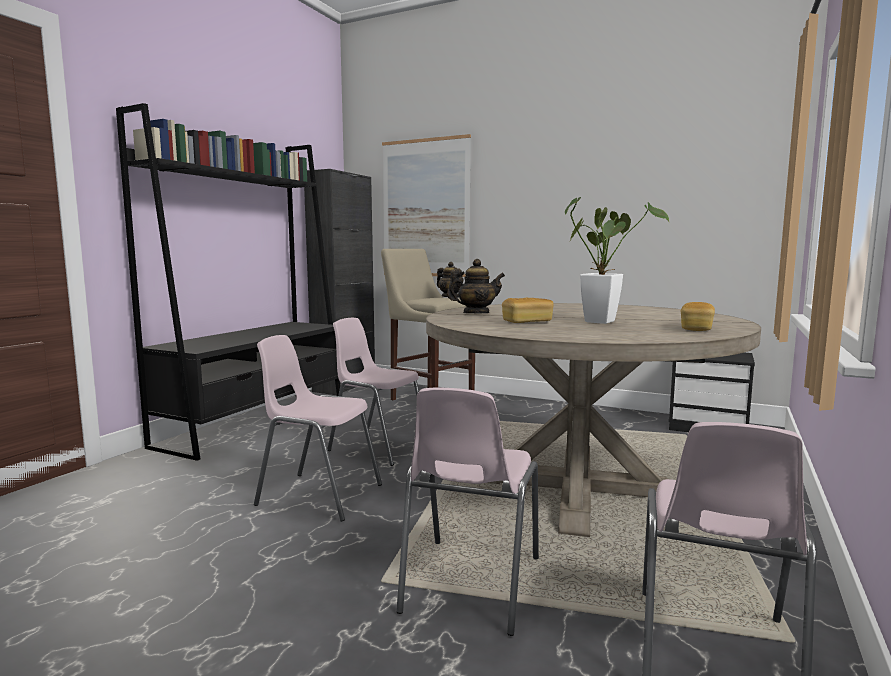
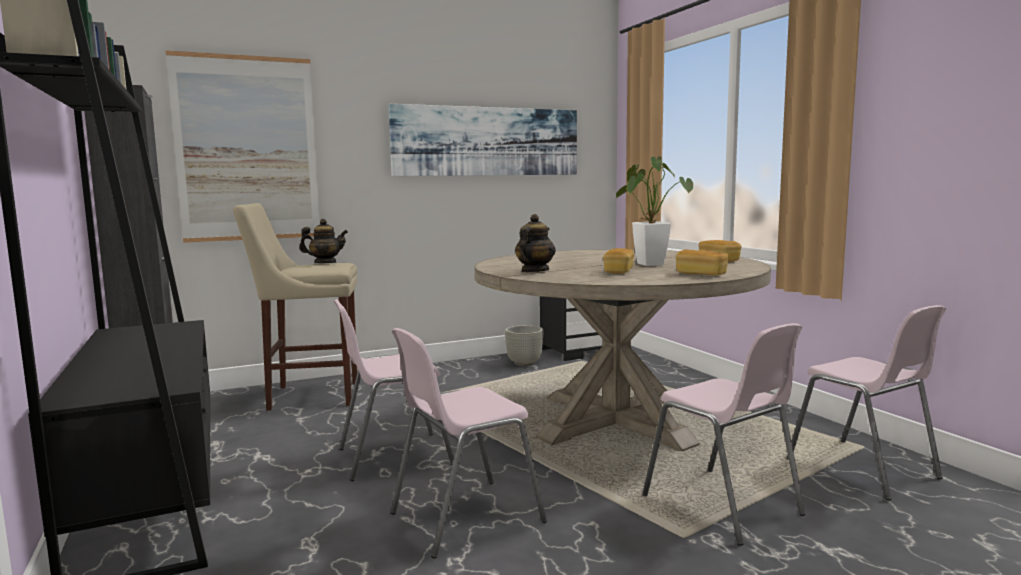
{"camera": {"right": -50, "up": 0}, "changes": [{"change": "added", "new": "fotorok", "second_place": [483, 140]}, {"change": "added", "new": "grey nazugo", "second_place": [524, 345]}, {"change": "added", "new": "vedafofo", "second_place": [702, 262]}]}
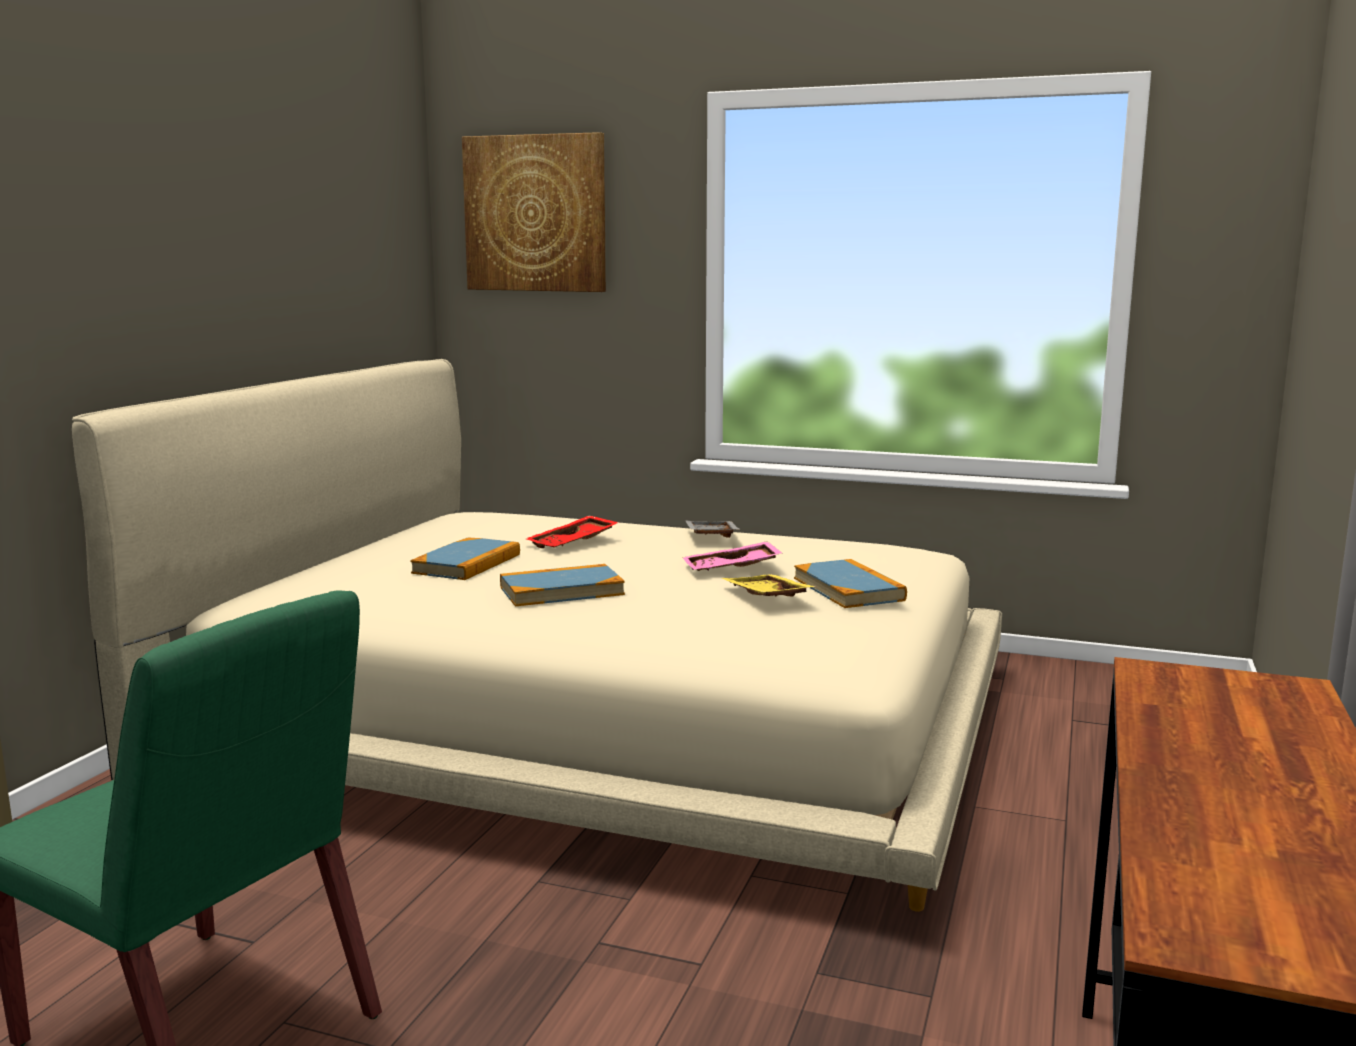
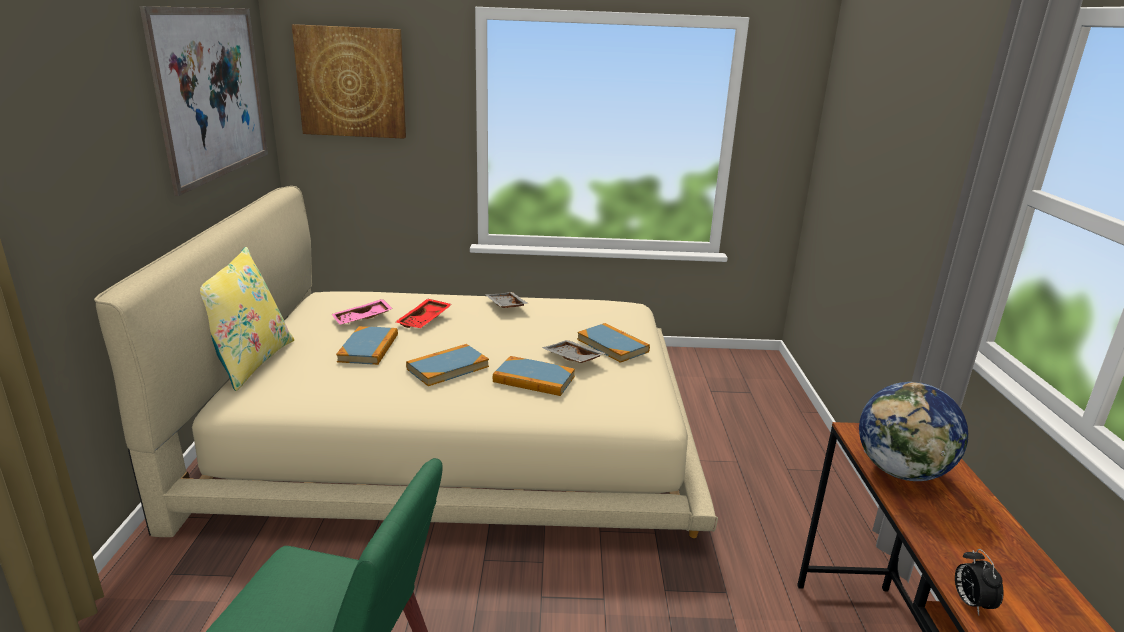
{"camera": {"right": -20, "up": 10}, "changes": [{"change": "moved", "old": "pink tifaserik", "first_place": [732, 556], "second_place": [362, 312]}, {"change": "recoloured", "old": "yellow tifaserik", "new": "grey tifaserik", "first_place": [768, 585], "second_place": [573, 351]}, {"change": "added", "new": "fotorok", "second_place": [204, 101]}, {"change": "added", "new": "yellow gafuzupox", "second_place": [247, 319]}, {"change": "added", "new": "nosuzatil", "second_place": [534, 376]}, {"change": "added", "new": "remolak", "second_place": [913, 431]}, {"change": "added", "new": "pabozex", "second_place": [979, 582]}]}
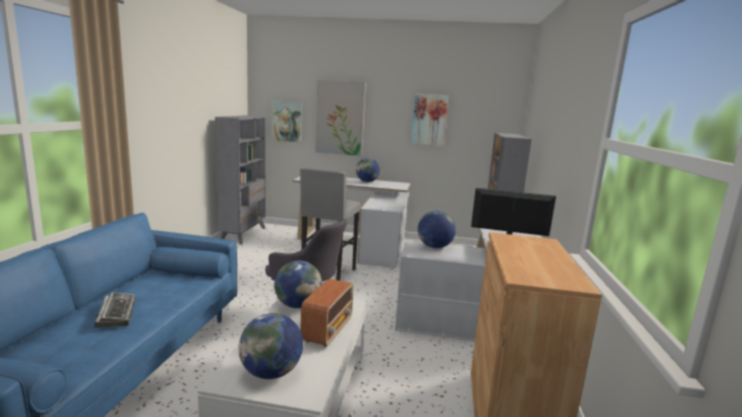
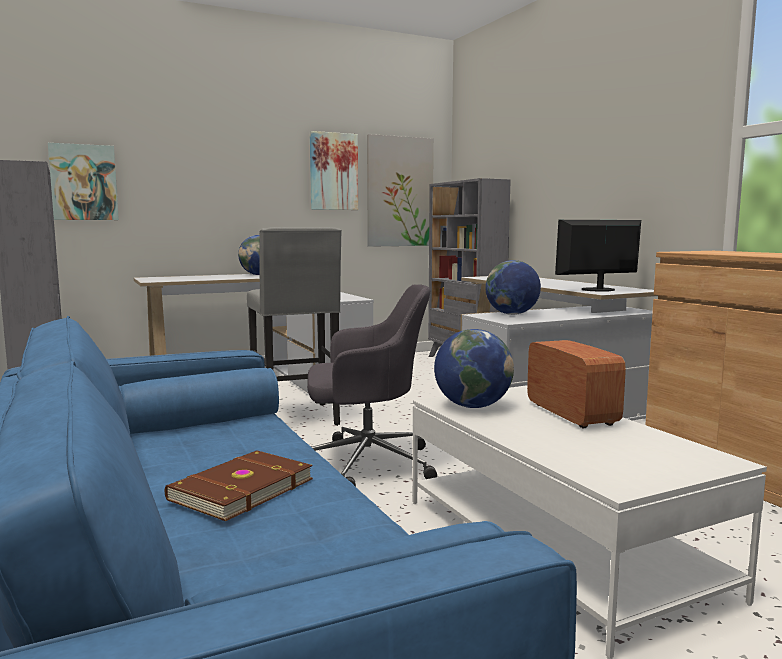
{"camera": {"right": -35, "up": -5}, "changes": [{"change": "replaced", "old": "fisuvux", "new": "brown nosuzatil", "first_place": [115, 310], "second_place": [239, 485]}, {"change": "removed", "old": "remolak", "first_place": [271, 346]}, {"change": "moved", "old": "fotorok", "first_place": [340, 118], "second_place": [400, 190]}]}
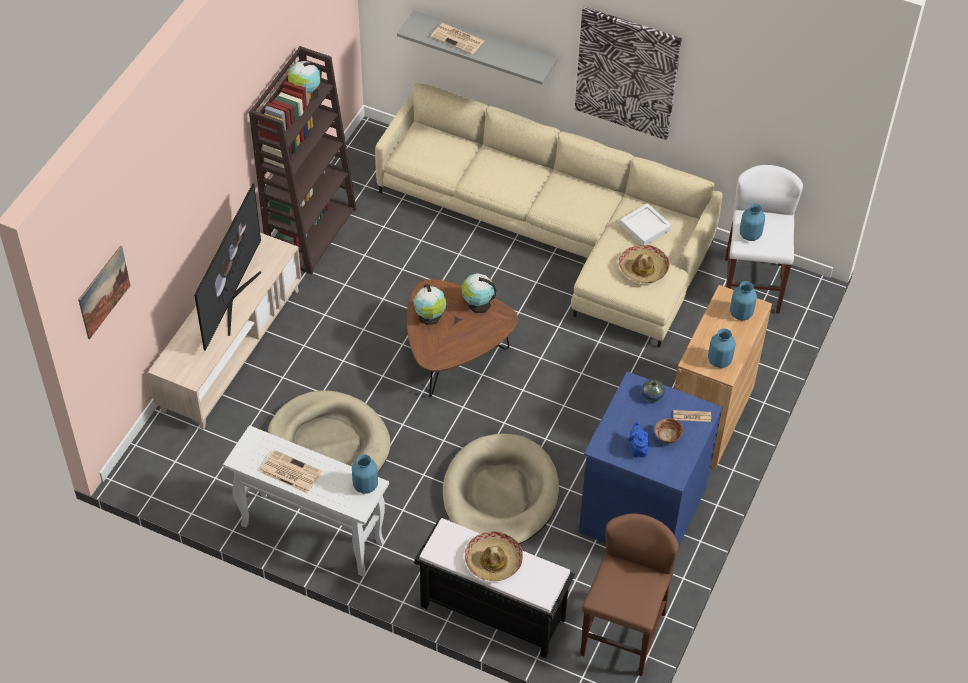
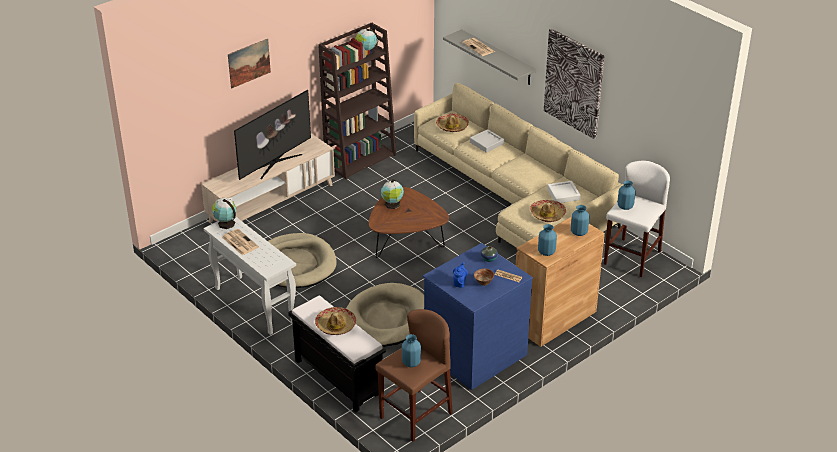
{"camera": {"right": 25, "up": -15}, "changes": [{"change": "moved", "old": "fotorok", "first_place": [104, 292], "second_place": [249, 63]}, {"change": "moved", "old": "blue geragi", "first_place": [365, 474], "second_place": [411, 350]}, {"change": "moved", "old": "remolak", "first_place": [479, 293], "second_place": [224, 213]}, {"change": "added", "new": "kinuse", "second_place": [452, 122]}, {"change": "added", "new": "grey tifaserik", "second_place": [487, 141]}]}
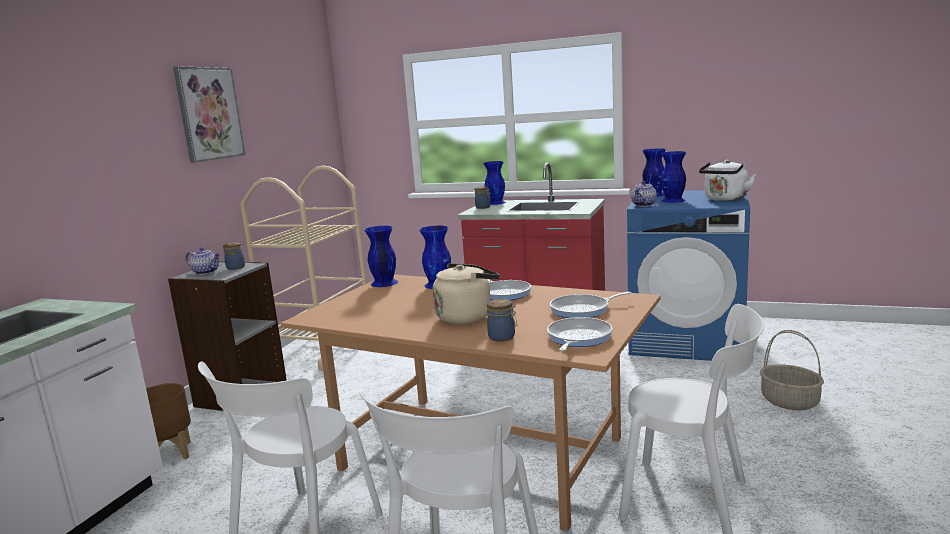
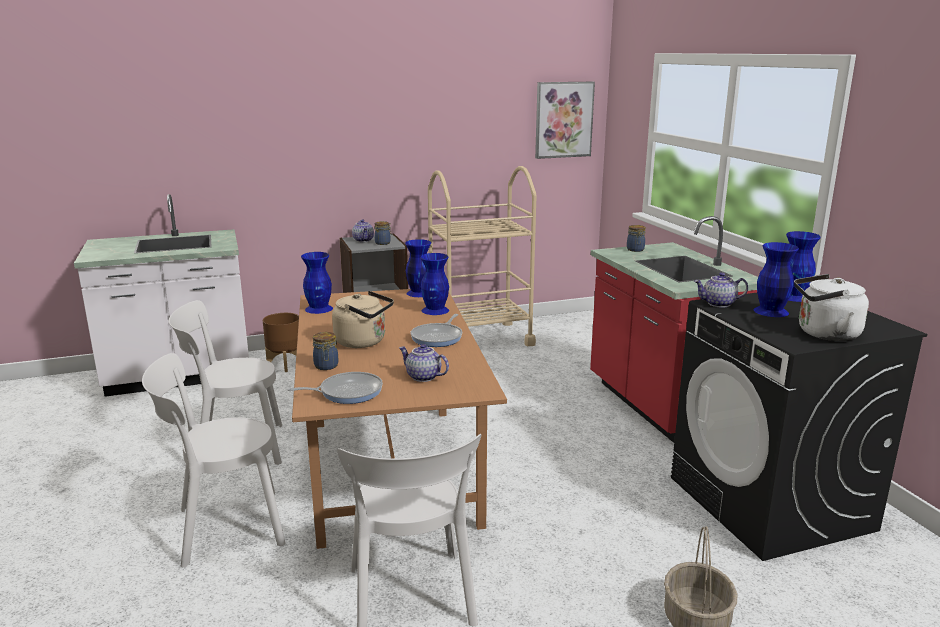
{"camera": {"right": 50, "up": 5}, "changes": [{"change": "moved", "old": "fotorok", "first_place": [209, 114], "second_place": [565, 120]}, {"change": "moved", "old": "blue geragi", "first_place": [494, 183], "second_place": [317, 283]}, {"change": "replaced", "old": "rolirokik", "new": "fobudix", "first_place": [590, 305], "second_place": [424, 363]}, {"change": "recoloured", "old": "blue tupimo", "new": "black tupimo", "first_place": [688, 275], "second_place": [799, 427]}]}
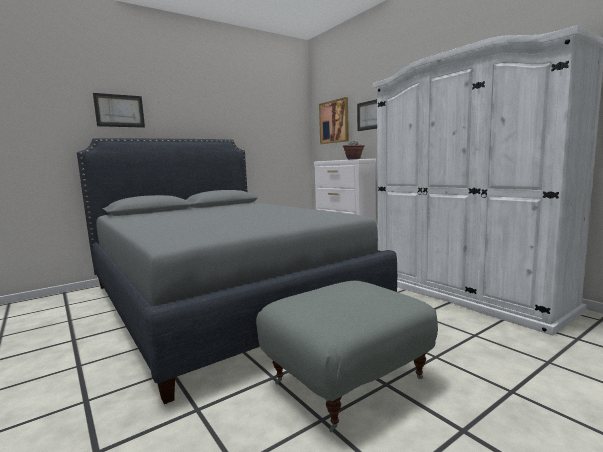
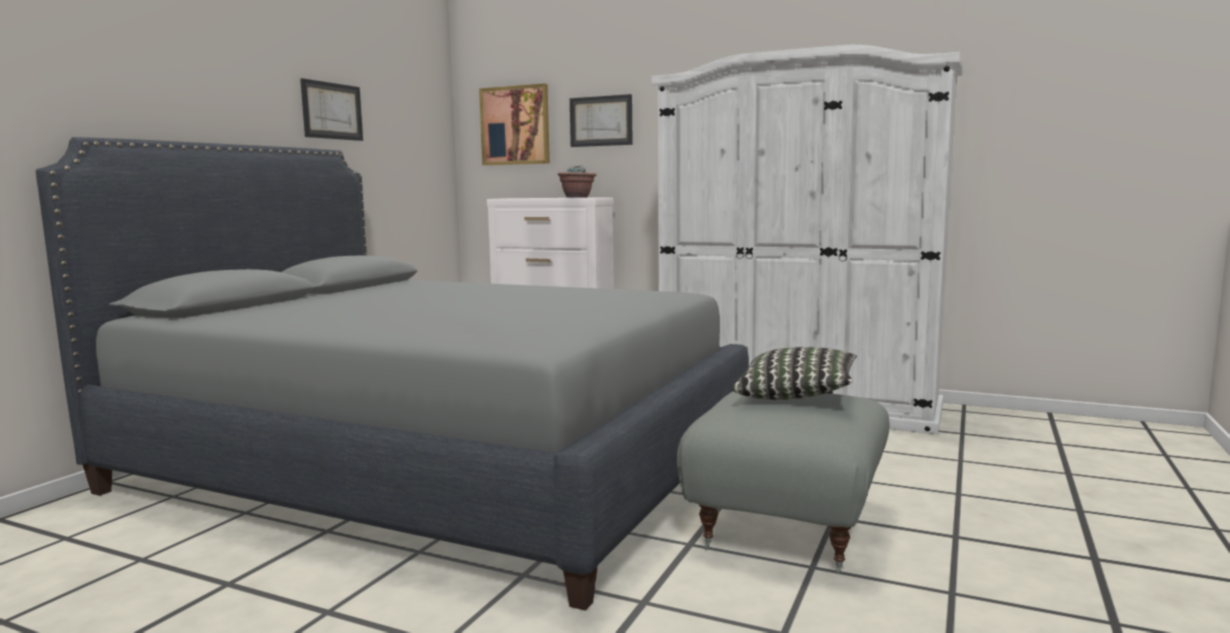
{"camera": {"right": -30, "up": 0}, "changes": [{"change": "moved", "old": "fotorok", "first_place": [119, 110], "second_place": [331, 109]}, {"change": "added", "new": "gafuzupox", "second_place": [795, 373]}]}
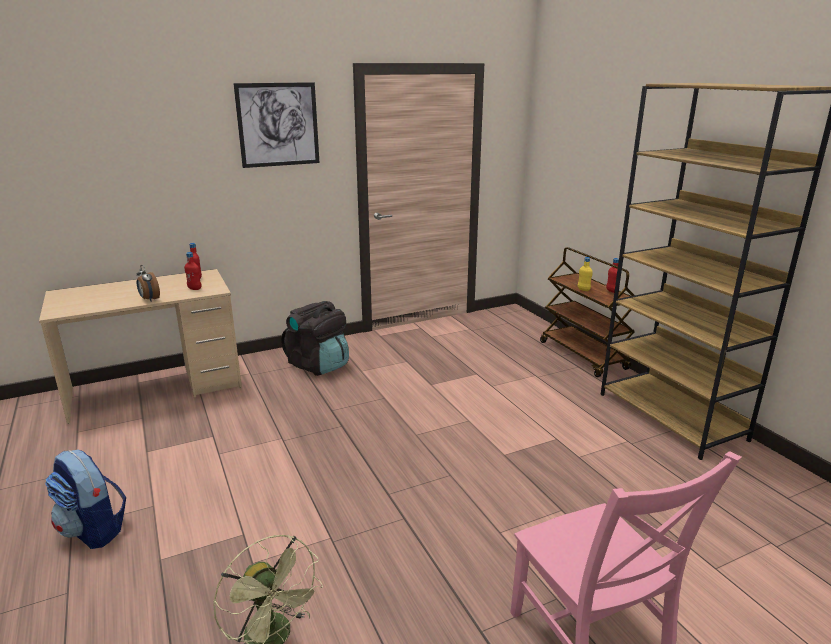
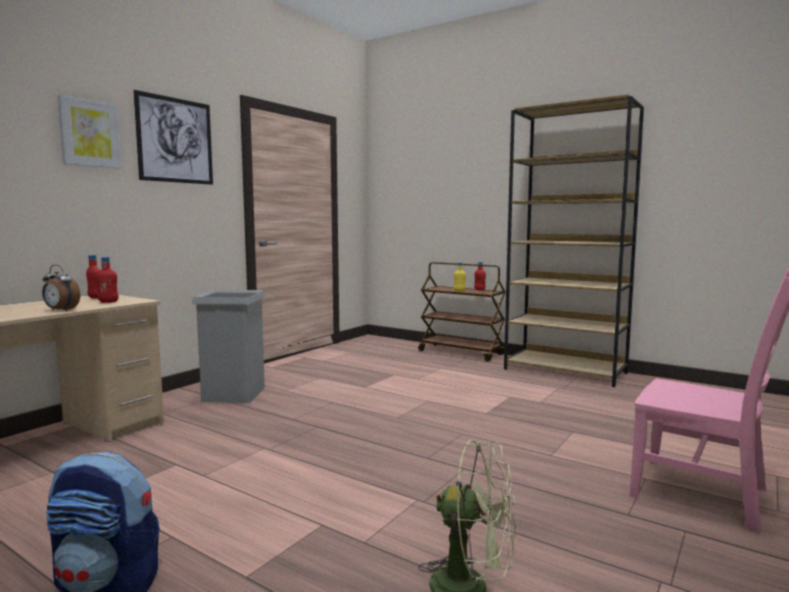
{"camera": {"right": -30, "up": -15}, "changes": [{"change": "replaced", "old": "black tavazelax", "new": "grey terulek", "first_place": [315, 338], "second_place": [228, 346]}, {"change": "added", "new": "fotorok", "second_place": [89, 132]}]}
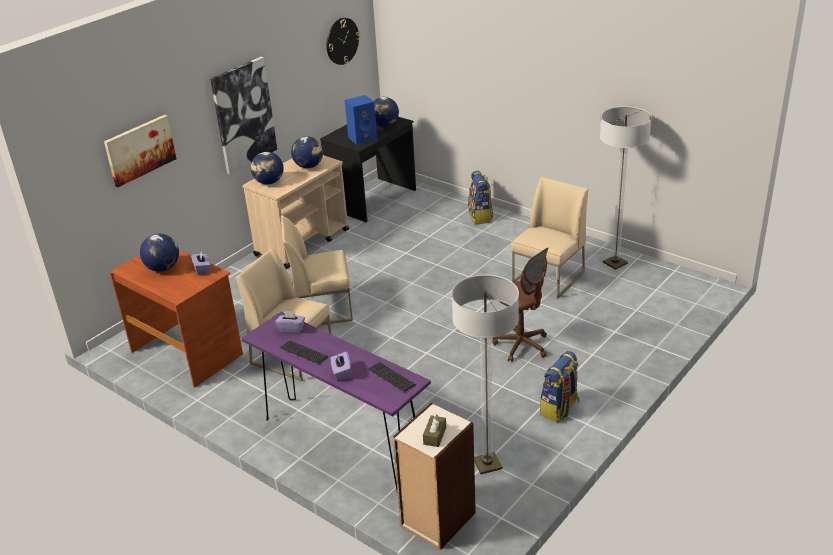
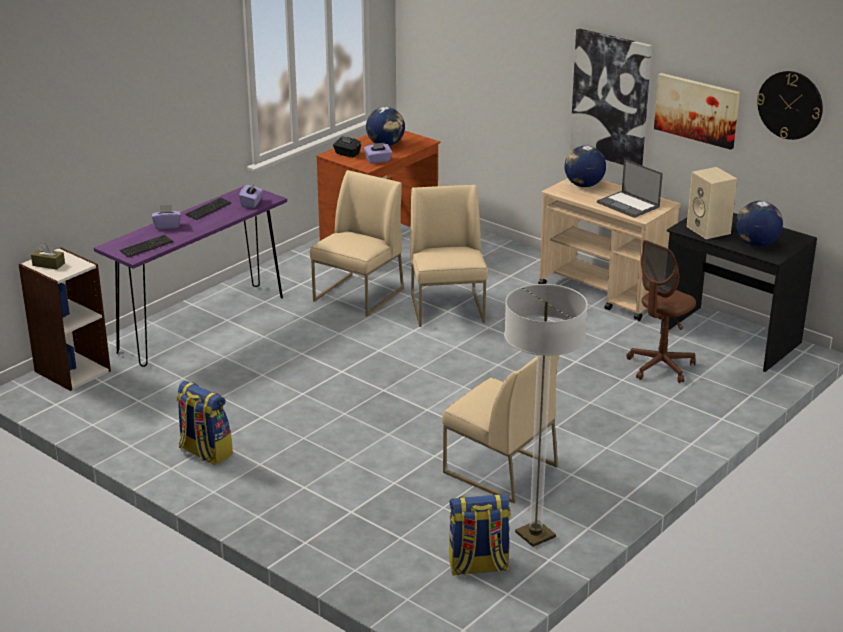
{"camera": {"right": 90, "up": -5}, "changes": [{"change": "moved", "old": "fotorok", "first_place": [140, 151], "second_place": [697, 111]}, {"change": "replaced", "old": "remolak", "new": "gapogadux", "first_place": [307, 152], "second_place": [630, 188]}, {"change": "recoloured", "old": "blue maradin", "new": "beige maradin", "first_place": [361, 120], "second_place": [712, 203]}, {"change": "removed", "old": "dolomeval", "first_place": [485, 374]}, {"change": "moved", "old": "tavazelax", "first_place": [481, 197], "second_place": [480, 535]}, {"change": "moved", "old": "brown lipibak", "first_place": [520, 305], "second_place": [661, 311]}, {"change": "added", "new": "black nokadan", "second_place": [347, 147]}]}
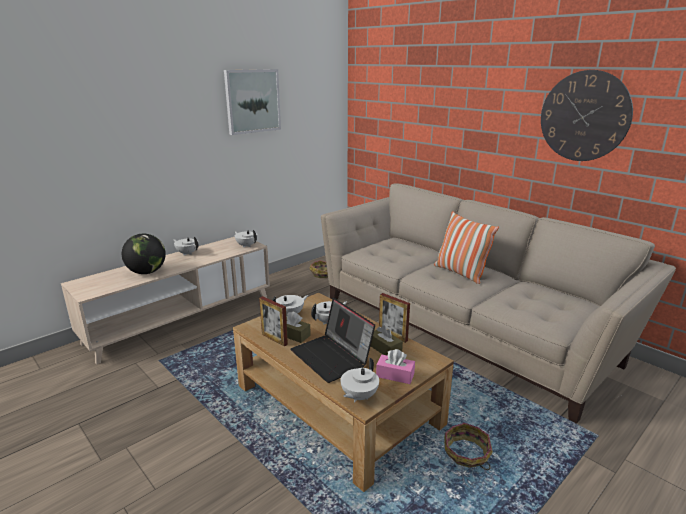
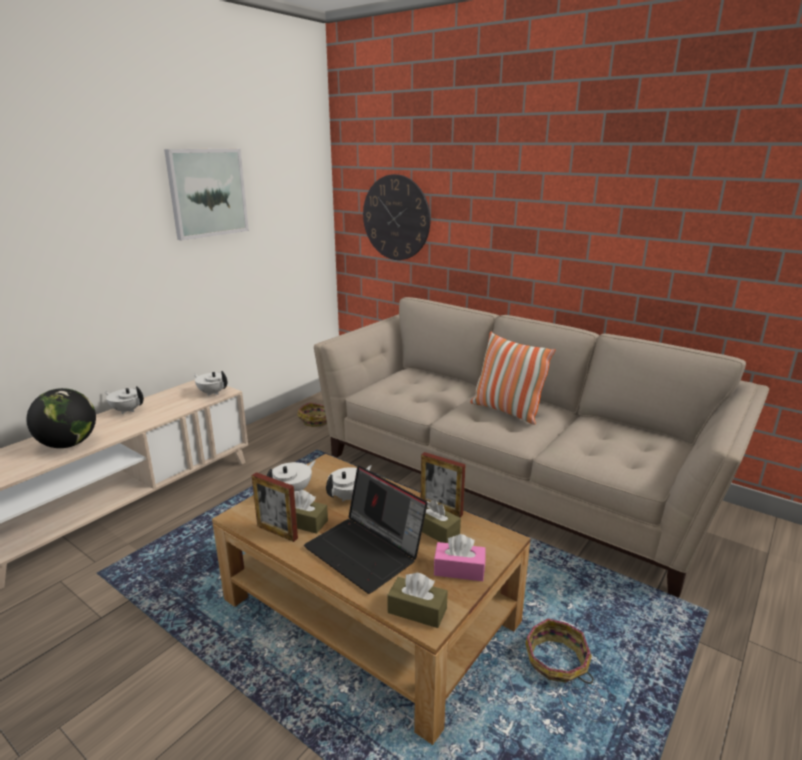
{"camera": {"right": -10, "up": 0}, "changes": [{"change": "replaced", "old": "white fobudix", "new": "brown nokadan", "first_place": [360, 380], "second_place": [417, 600]}, {"change": "moved", "old": "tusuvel", "first_place": [587, 115], "second_place": [396, 217]}]}
